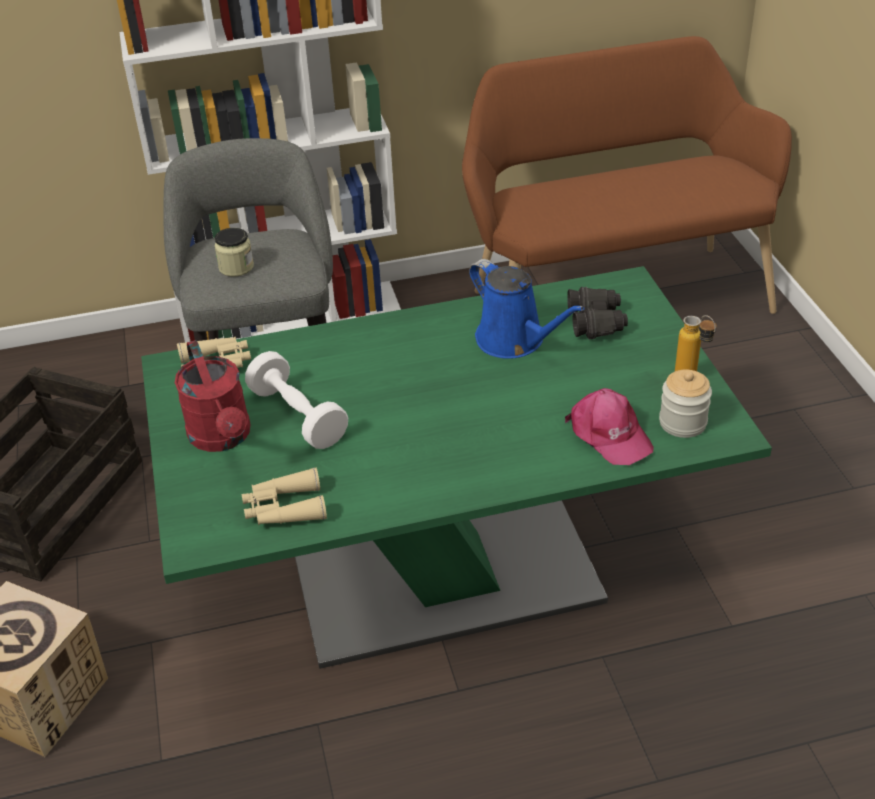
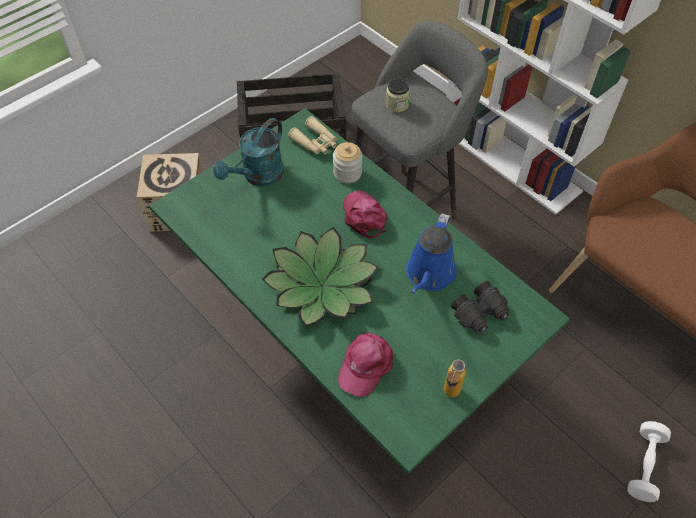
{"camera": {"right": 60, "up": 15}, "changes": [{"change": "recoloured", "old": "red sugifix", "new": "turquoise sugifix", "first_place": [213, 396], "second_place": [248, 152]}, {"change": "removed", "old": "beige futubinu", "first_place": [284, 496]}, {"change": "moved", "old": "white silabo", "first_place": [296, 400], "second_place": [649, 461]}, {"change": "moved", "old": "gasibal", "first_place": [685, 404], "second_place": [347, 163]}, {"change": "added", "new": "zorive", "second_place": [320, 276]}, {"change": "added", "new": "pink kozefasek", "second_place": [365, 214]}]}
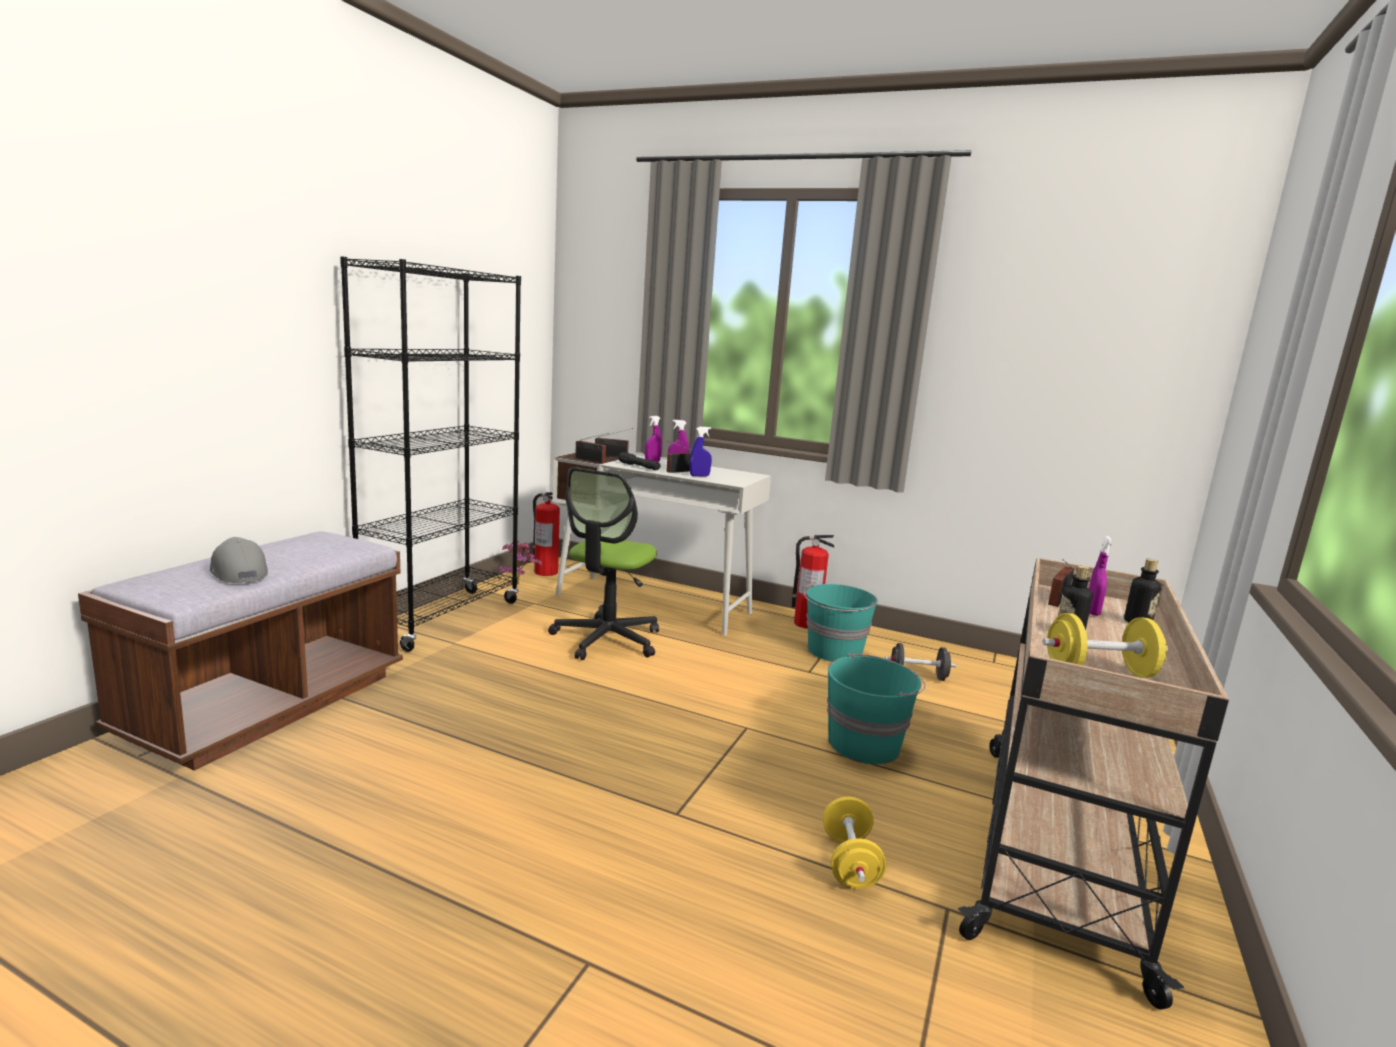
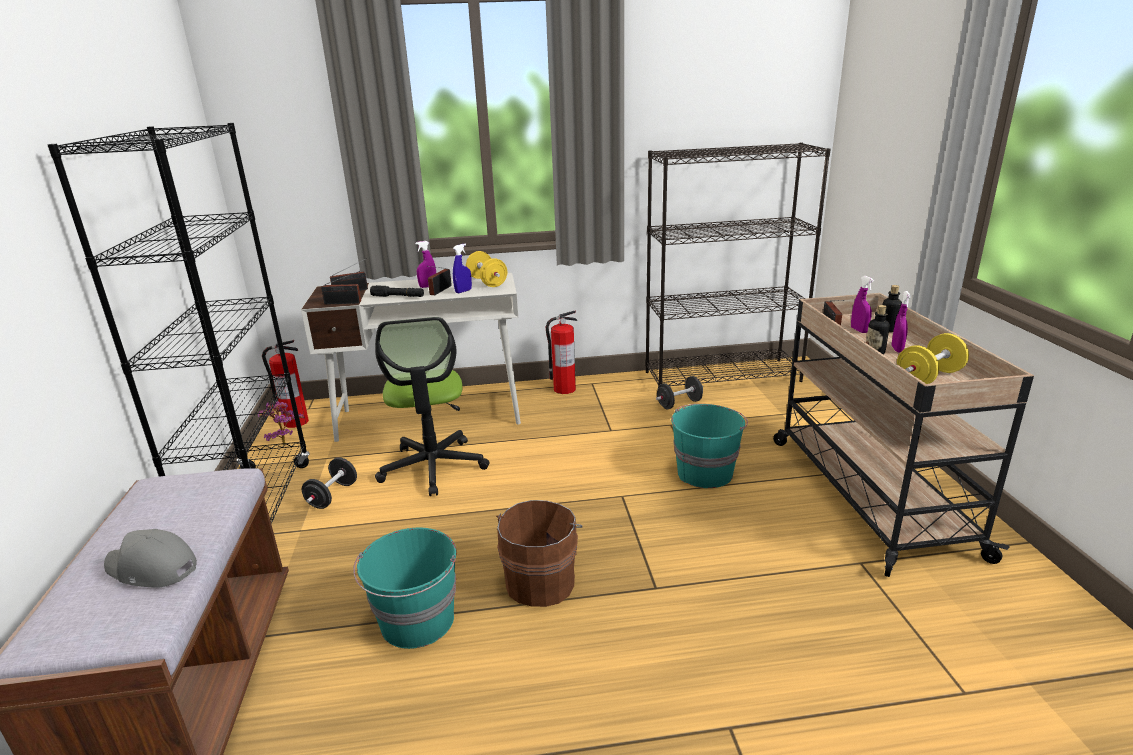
{"camera": {"right": -30, "up": 10}, "changes": [{"change": "moved", "old": "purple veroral", "first_place": [653, 439], "second_place": [901, 321]}, {"change": "moved", "old": "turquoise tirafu", "first_place": [841, 623], "second_place": [405, 588]}, {"change": "moved", "old": "yellow silabo", "first_place": [854, 843], "second_place": [486, 269]}, {"change": "added", "new": "black silabo", "second_place": [329, 483]}, {"change": "added", "new": "brown tirafu", "second_place": [539, 553]}, {"change": "added", "new": "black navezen", "second_place": [738, 264]}]}
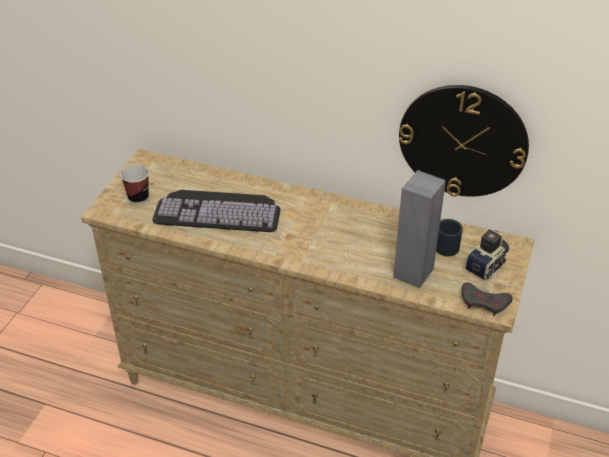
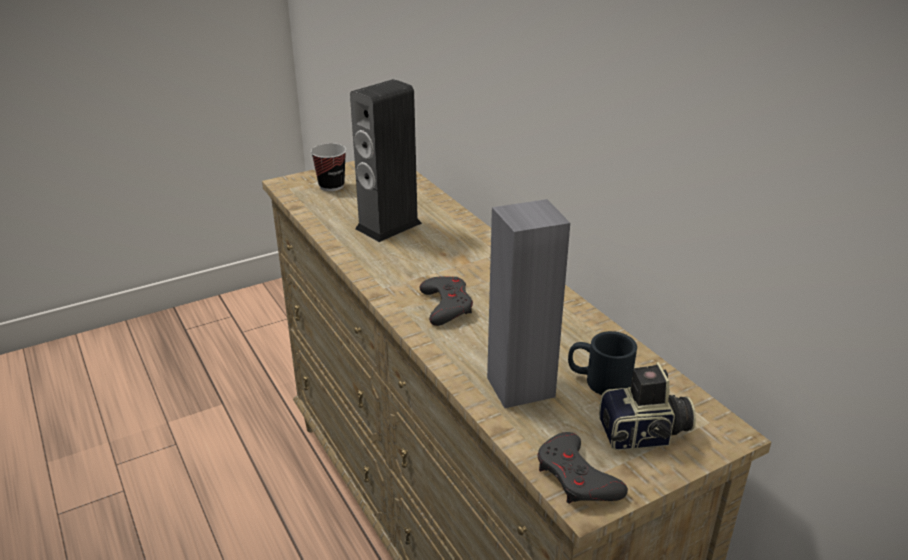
{"camera": {"right": 40, "up": -10}, "changes": [{"change": "replaced", "old": "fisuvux", "new": "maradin", "first_place": [216, 211], "second_place": [386, 160]}, {"change": "removed", "old": "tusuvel", "first_place": [464, 141]}, {"change": "added", "new": "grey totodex", "second_place": [446, 301]}]}
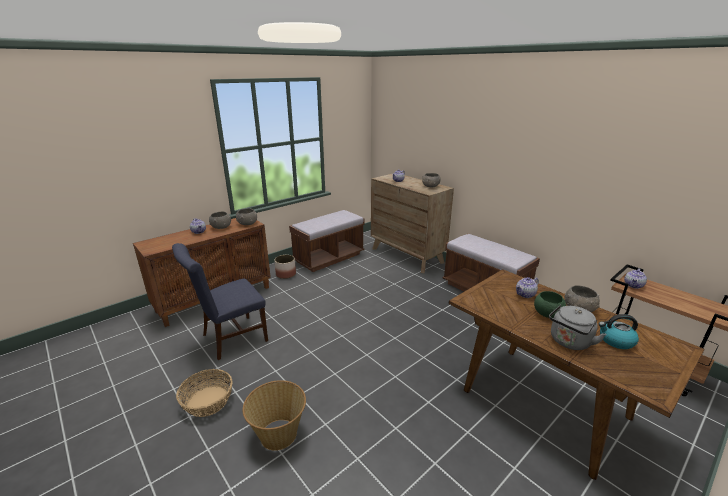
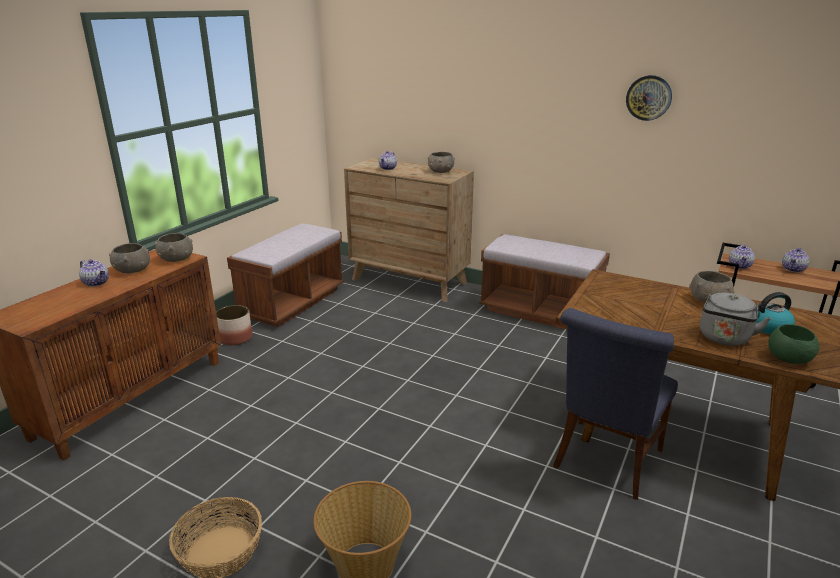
{"camera": {"right": -20, "up": 0}, "changes": [{"change": "moved", "old": "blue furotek", "first_place": [220, 301], "second_place": [615, 404]}, {"change": "moved", "old": "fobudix", "first_place": [527, 287], "second_place": [795, 260]}, {"change": "moved", "old": "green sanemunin", "first_place": [550, 304], "second_place": [793, 344]}, {"change": "added", "new": "tusuvel", "second_place": [649, 98]}]}
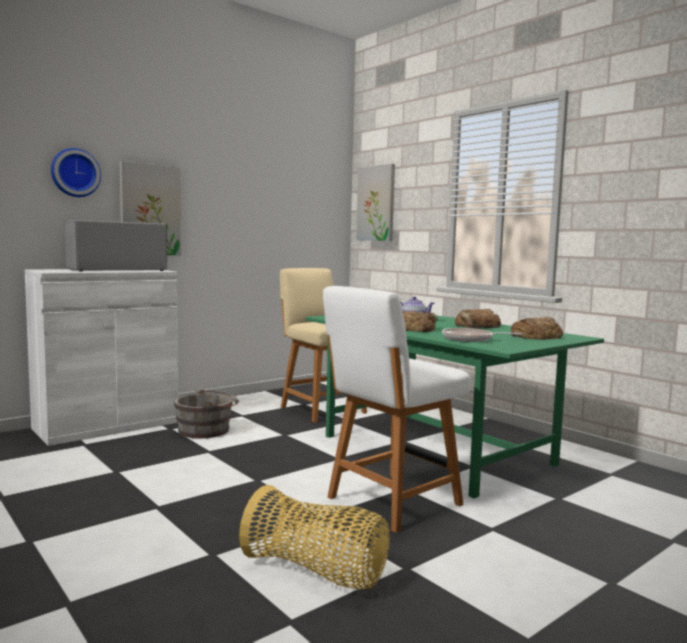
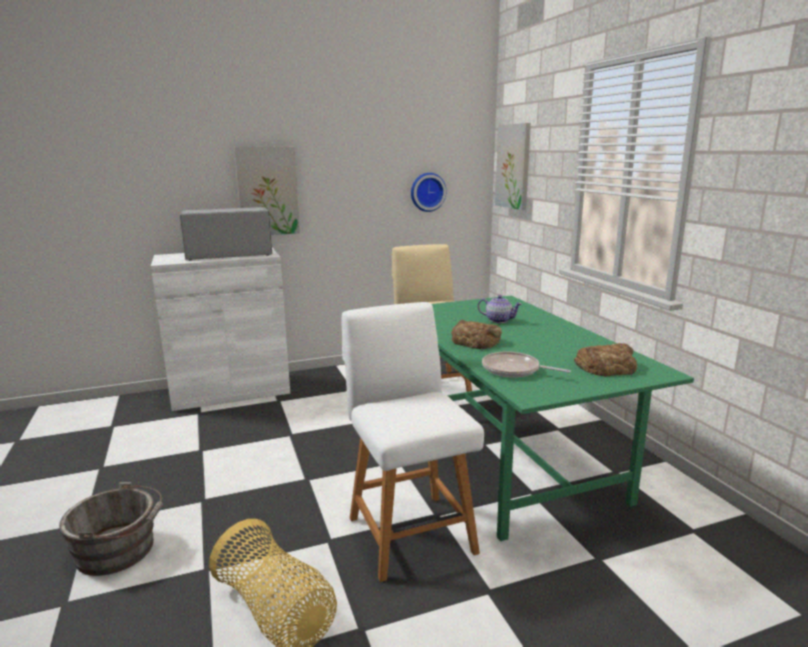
{"camera": {"right": 20, "up": 10}, "changes": [{"change": "moved", "old": "tusuvel", "first_place": [76, 172], "second_place": [428, 192]}, {"change": "moved", "old": "grey tirafu", "first_place": [206, 413], "second_place": [111, 529]}, {"change": "turned", "old": "white furotek", "first_place": [397, 409], "second_place": [412, 442], "degrees": 90}, {"change": "removed", "old": "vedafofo", "first_place": [478, 318]}]}
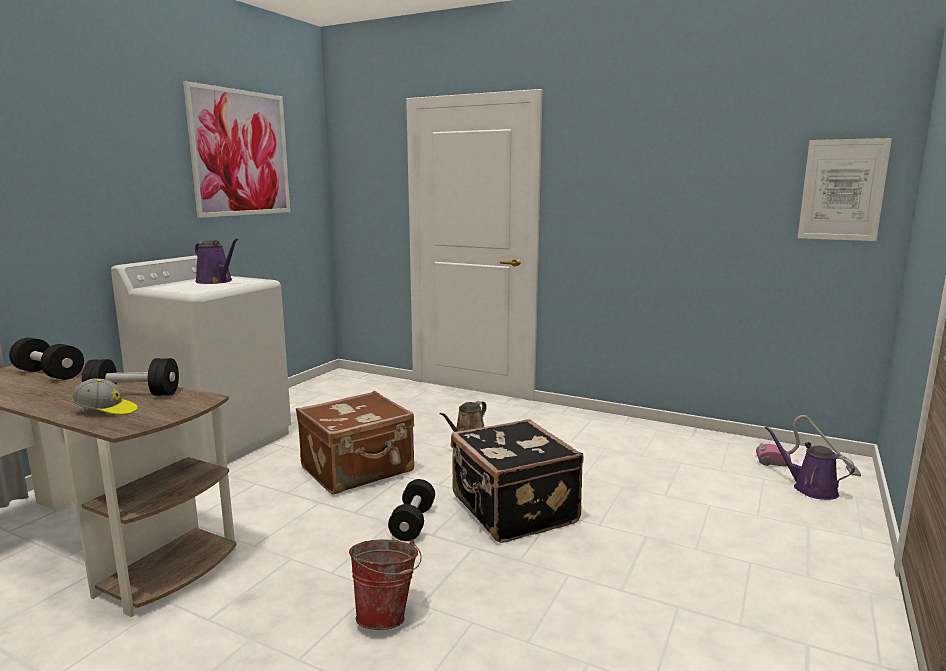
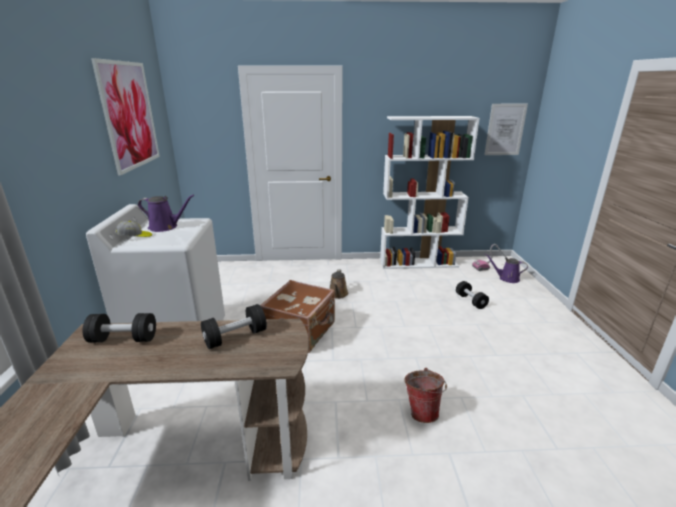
{"camera": {"right": -30, "up": 10}, "changes": [{"change": "moved", "old": "kozefasek", "first_place": [105, 396], "second_place": [134, 229]}, {"change": "moved", "old": "black silabo", "first_place": [411, 510], "second_place": [472, 295]}, {"change": "removed", "old": "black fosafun", "first_place": [517, 481]}, {"change": "added", "new": "white navezen", "second_place": [430, 192]}]}
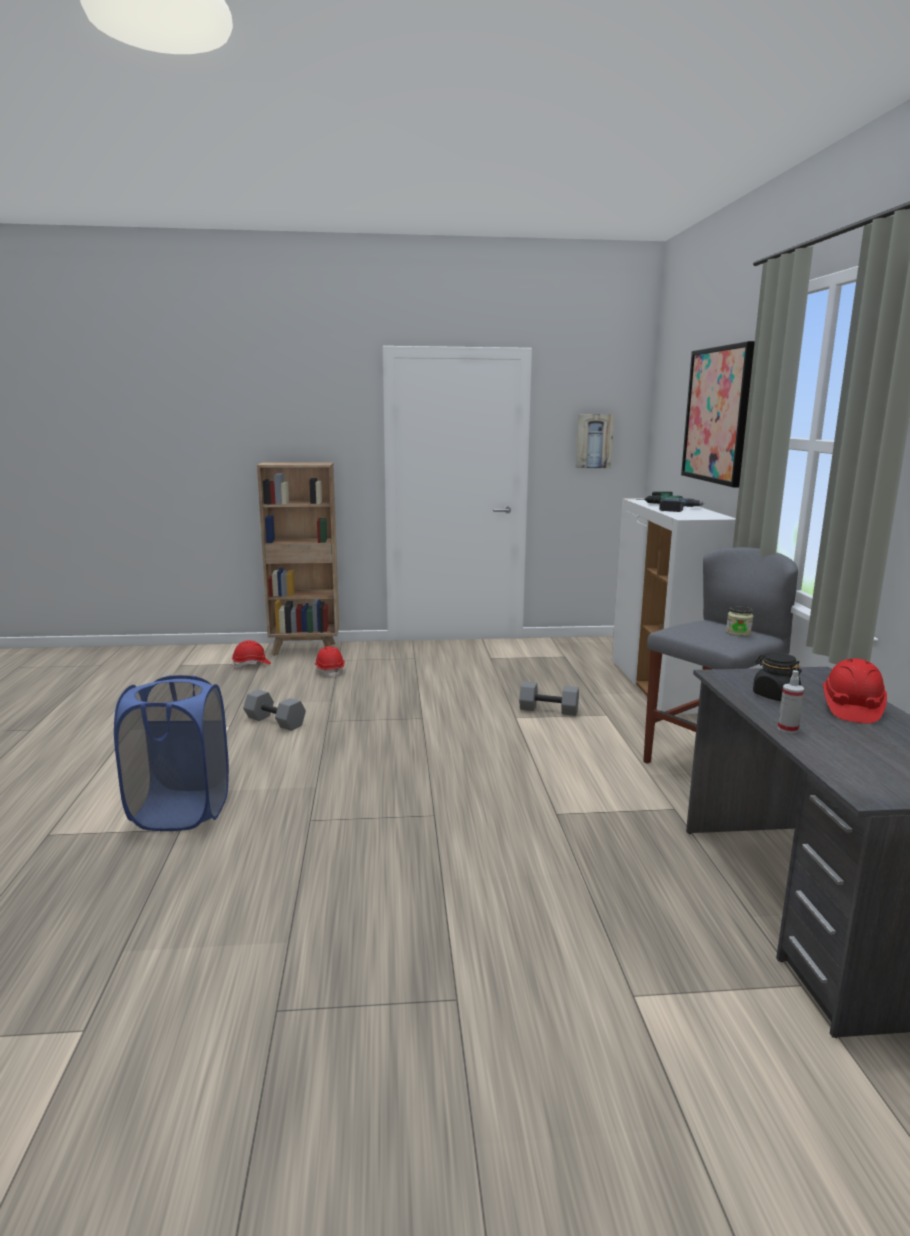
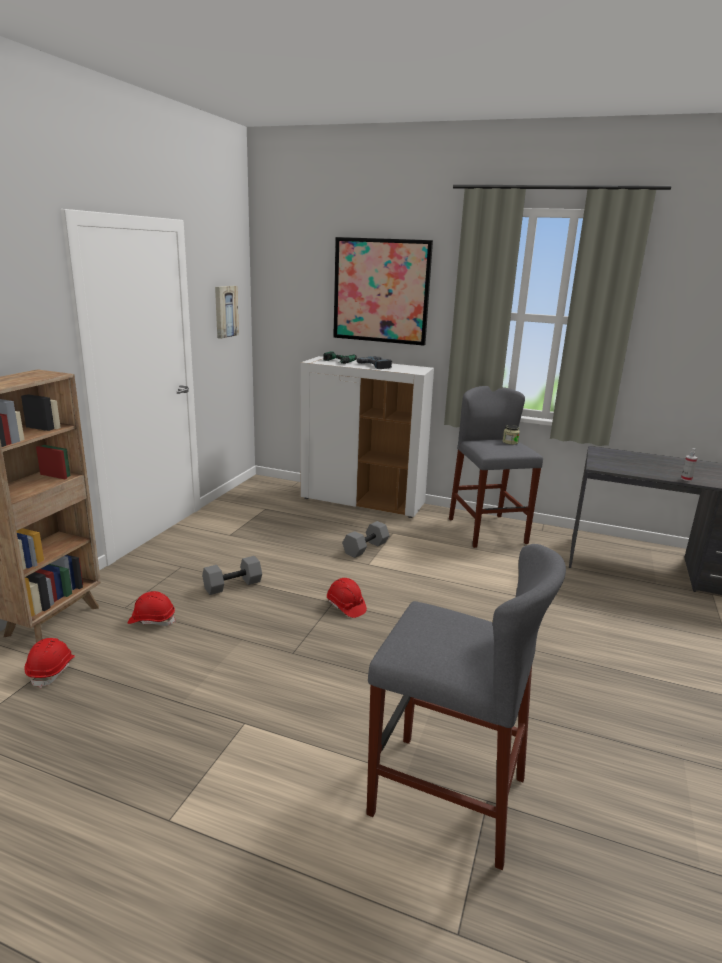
{"camera": {"right": -65, "up": 5}, "changes": [{"change": "replaced", "old": "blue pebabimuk", "new": "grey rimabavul", "first_place": [171, 753], "second_place": [466, 707]}, {"change": "moved", "old": "grey silabo", "first_place": [274, 710], "second_place": [232, 575]}, {"change": "removed", "old": "black gasibal", "first_place": [777, 676]}, {"change": "moved", "old": "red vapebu", "first_place": [855, 690], "second_place": [347, 598]}]}
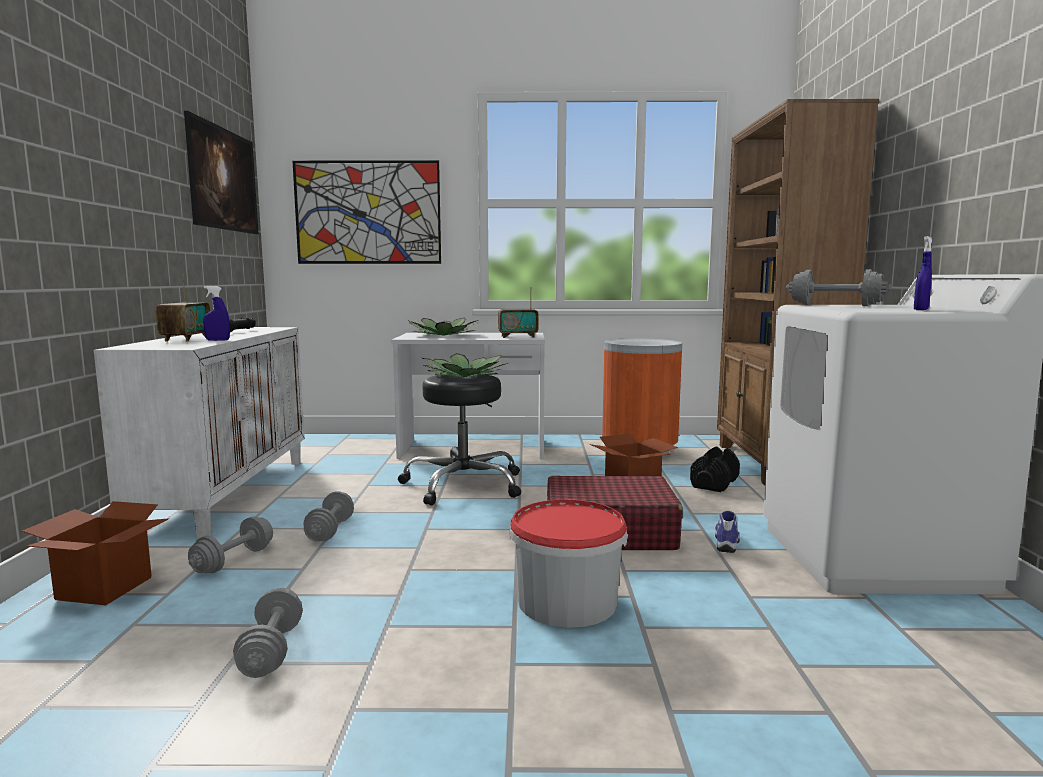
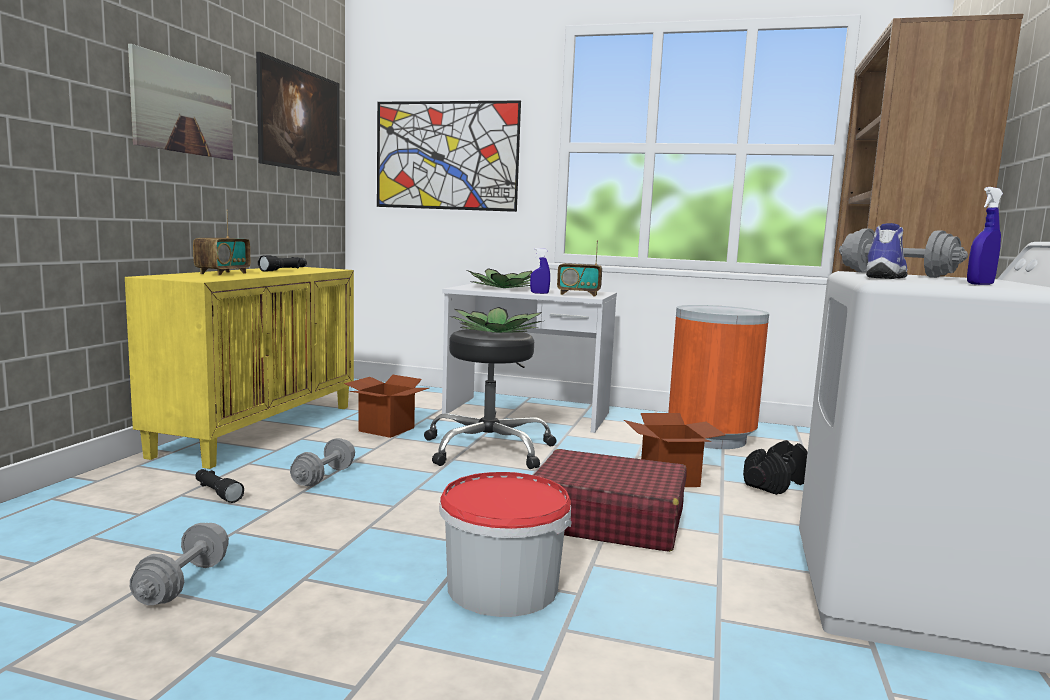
{"camera": {"right": 15, "up": 0}, "changes": [{"change": "moved", "old": "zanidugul", "first_place": [95, 553], "second_place": [386, 406]}, {"change": "recoloured", "old": "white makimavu", "new": "yellow makimavu", "first_place": [199, 433], "second_place": [239, 368]}, {"change": "replaced", "old": "grey silabo", "new": "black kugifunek", "first_place": [230, 545], "second_place": [219, 486]}, {"change": "moved", "old": "blue veroral", "first_place": [216, 313], "second_place": [540, 271]}, {"change": "moved", "old": "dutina", "first_place": [727, 532], "second_place": [887, 251]}, {"change": "added", "new": "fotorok", "second_place": [180, 102]}]}
